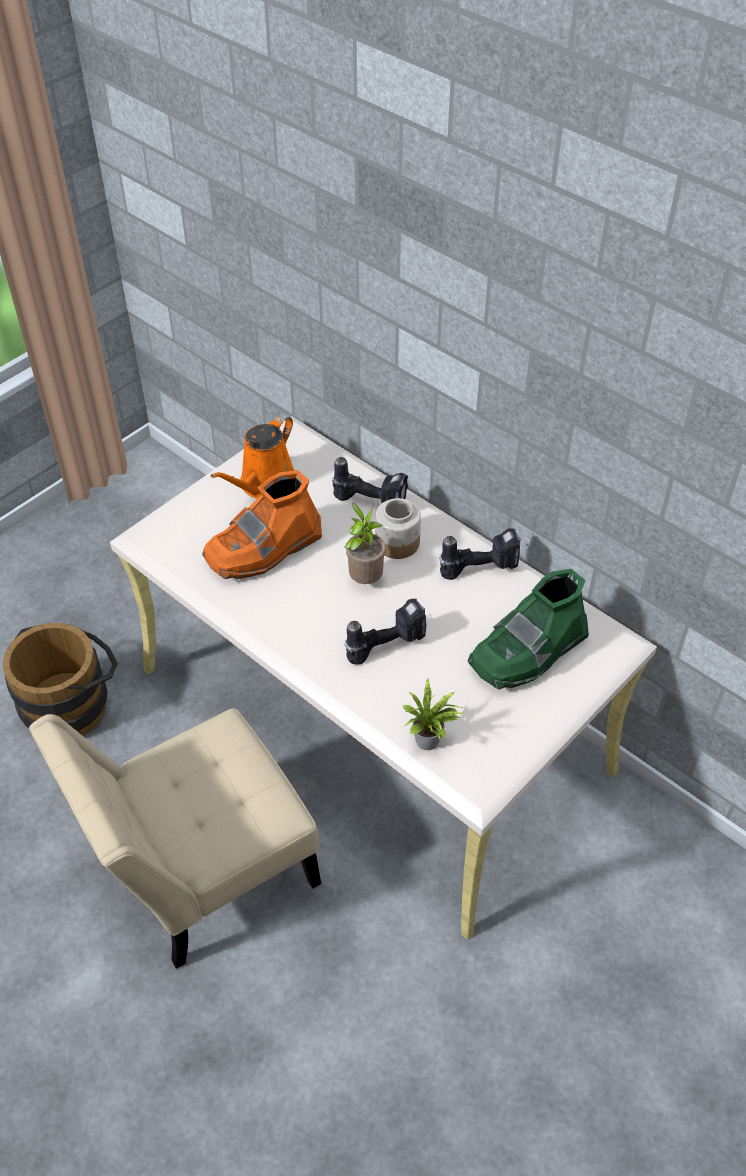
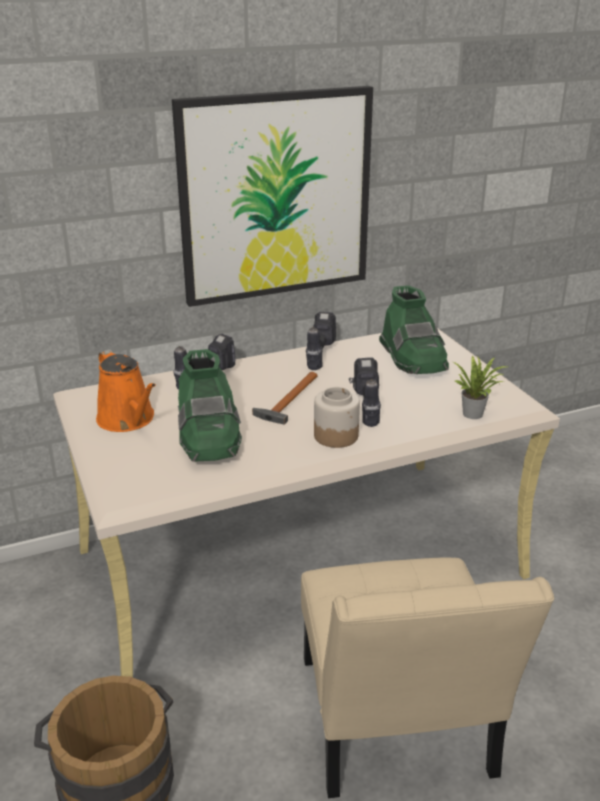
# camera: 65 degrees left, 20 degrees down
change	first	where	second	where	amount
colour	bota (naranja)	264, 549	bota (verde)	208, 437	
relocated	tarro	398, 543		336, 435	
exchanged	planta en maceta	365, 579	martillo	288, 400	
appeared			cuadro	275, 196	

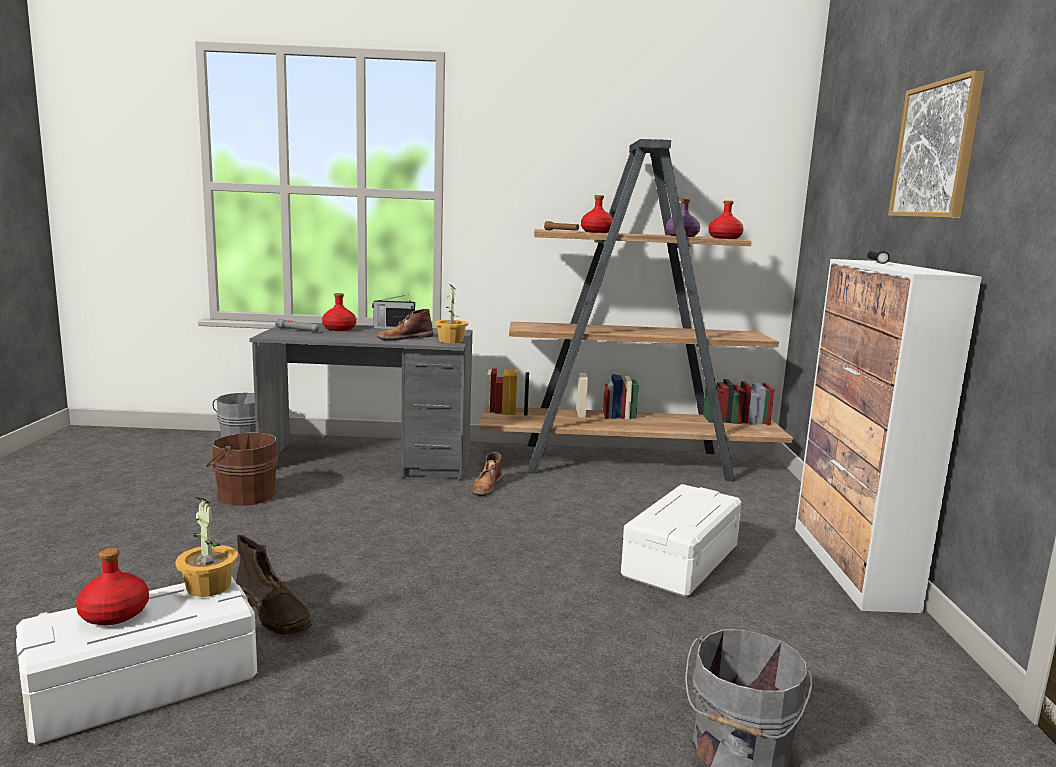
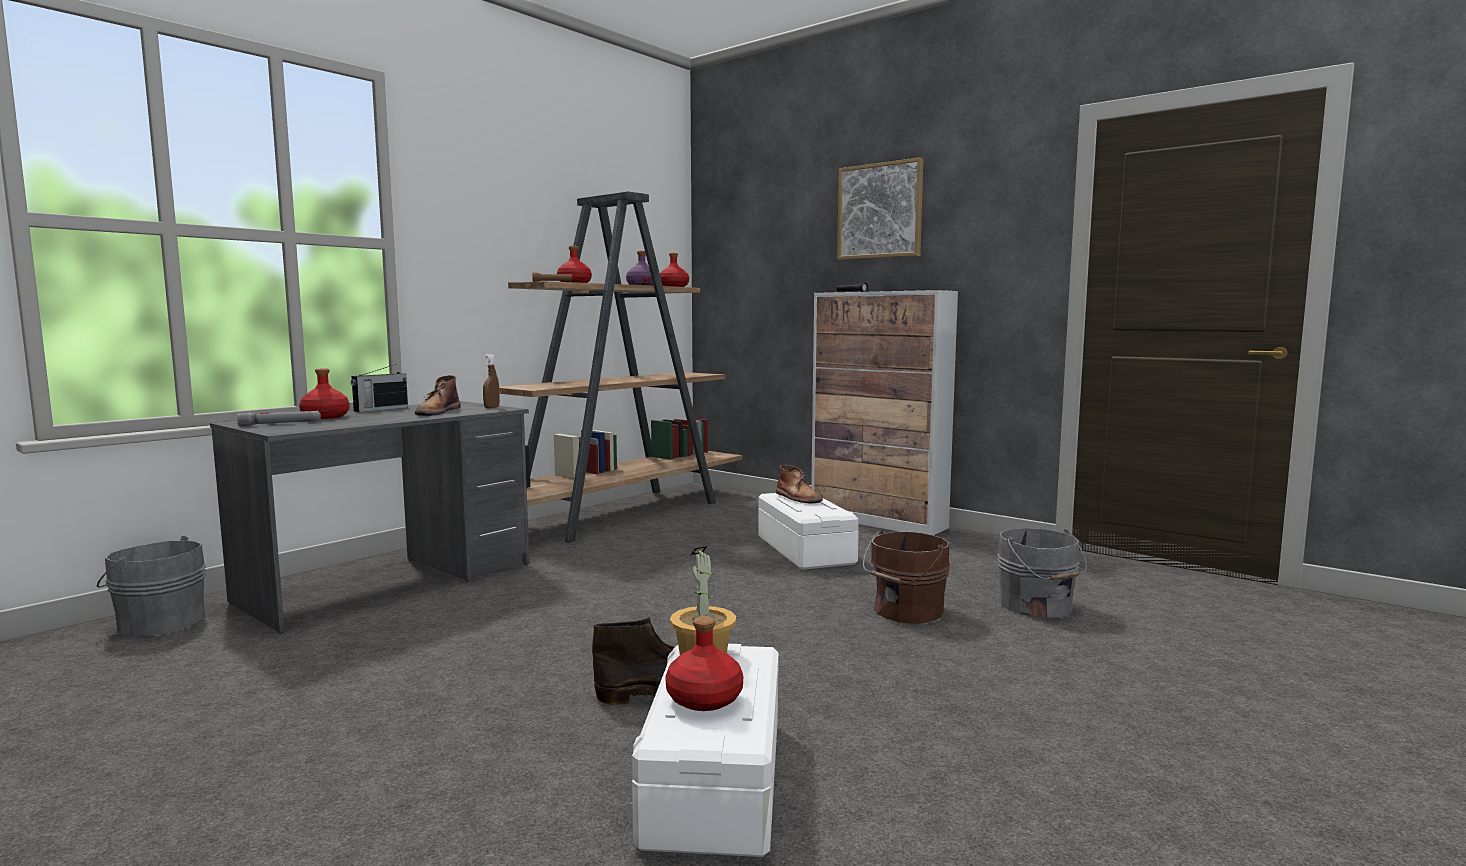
# camera: 50 degrees left, 5 degrees down
change	first	where	second	where	amount
exchanged	planta en maceta	450, 341	pulverizador (marrón)	491, 407	
relocated	cubo (marrón)	244, 495		905, 611	
relocated	bota (marrón)	486, 486		798, 498	

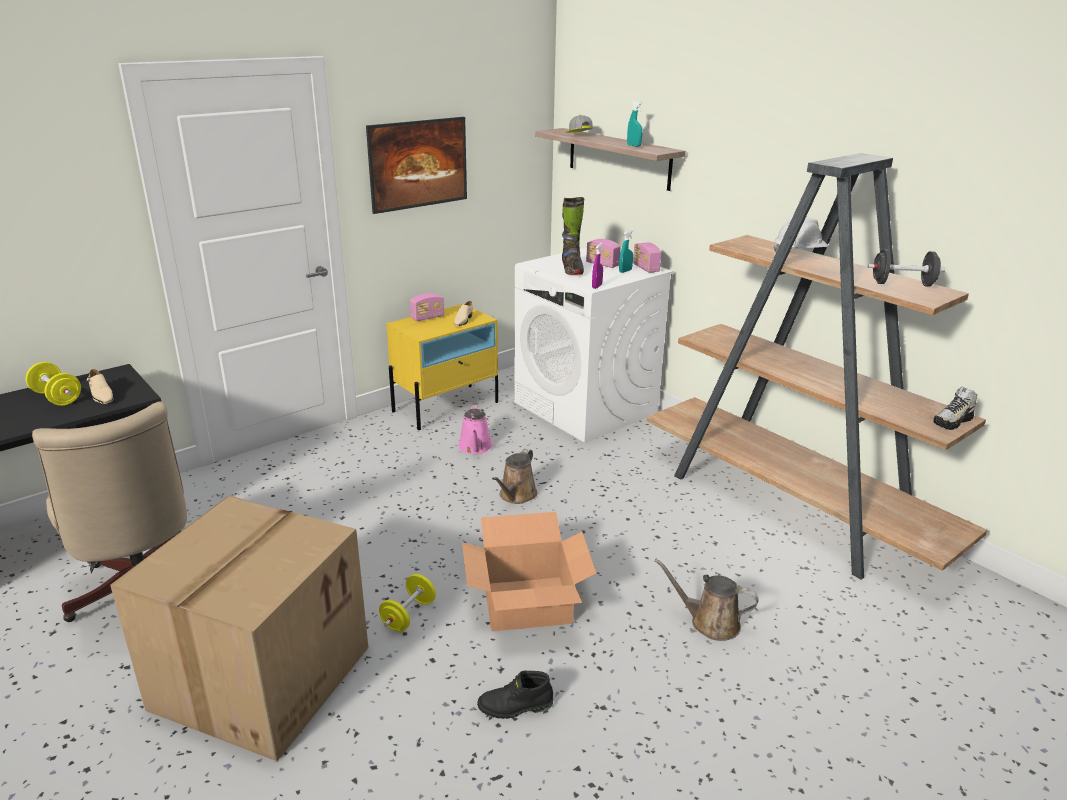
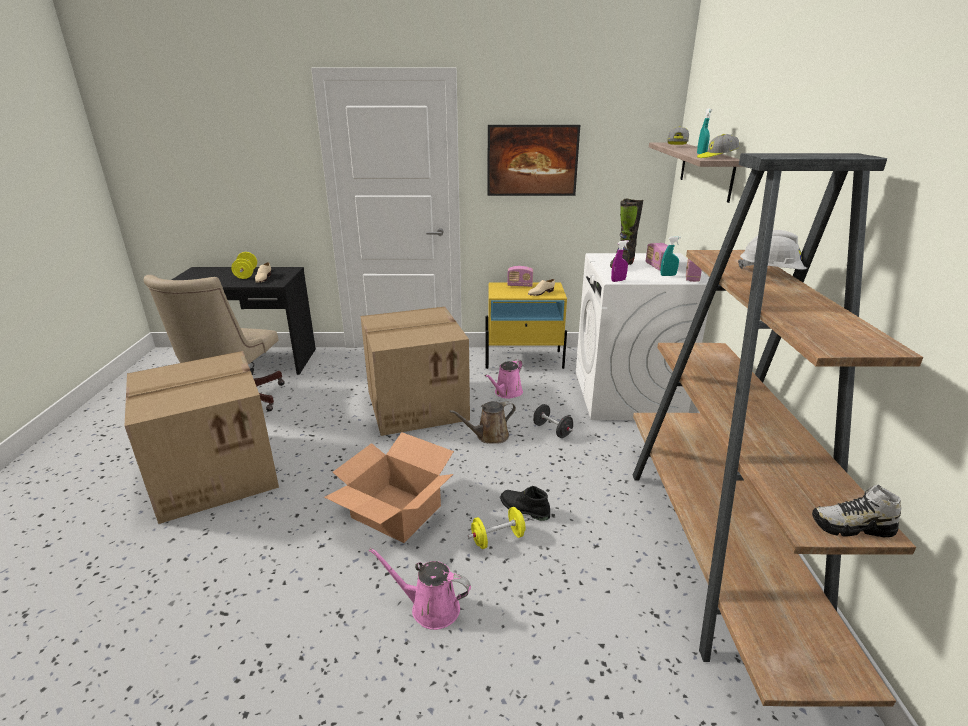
# camera: 40 degrees right, 0 degrees up
change	first	where	second	where	amount
relocated	mancuerna (negro)	902, 284		552, 430	
missing	regadera (marrón)	710, 623			
relocated	mancuerna (amarillo)	408, 615		498, 539	
relocated	bota (negro)	515, 707		524, 509	
appeared			gorra	716, 157	
appeared			caja de cartón	418, 404	
appeared			regadera (rosa)	430, 607	

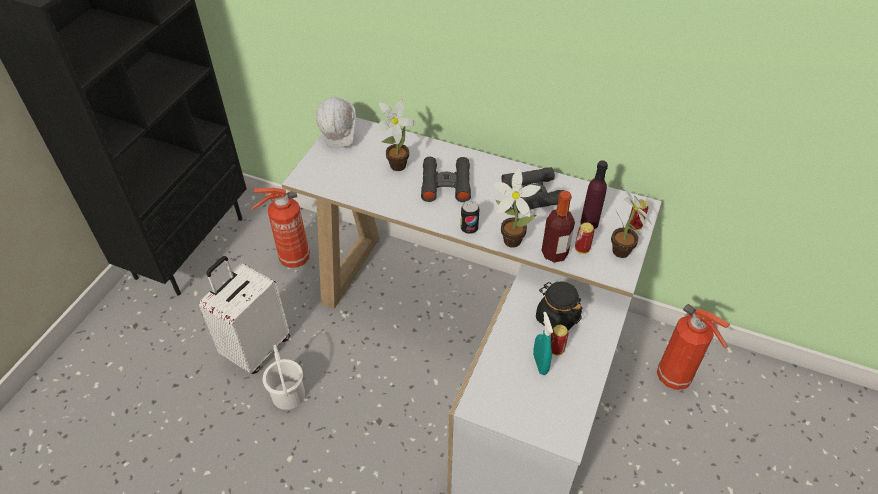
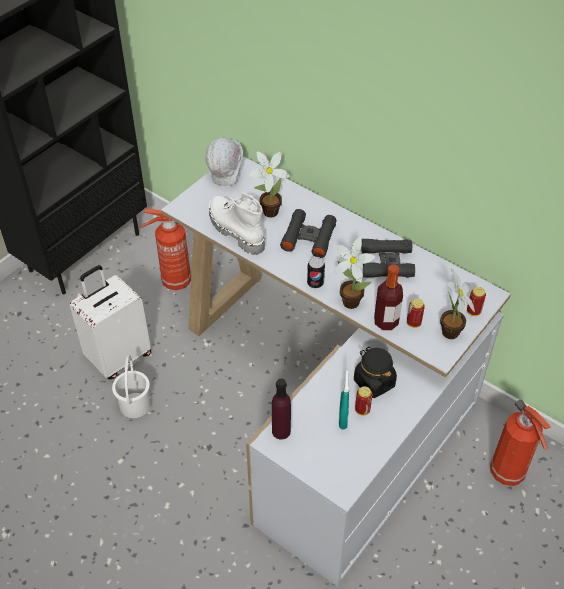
# camera: 15 degrees right, 0 degrees up
change	first	where	second	where	amount
relocated	botella (morado)	589, 223		281, 431	
appeared			bota (blanco)	235, 231	

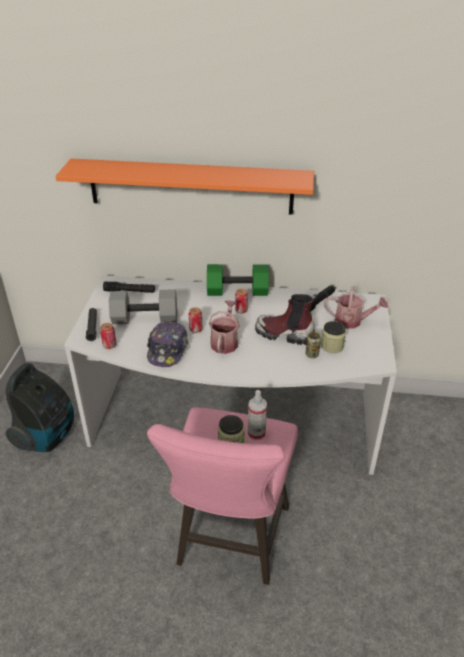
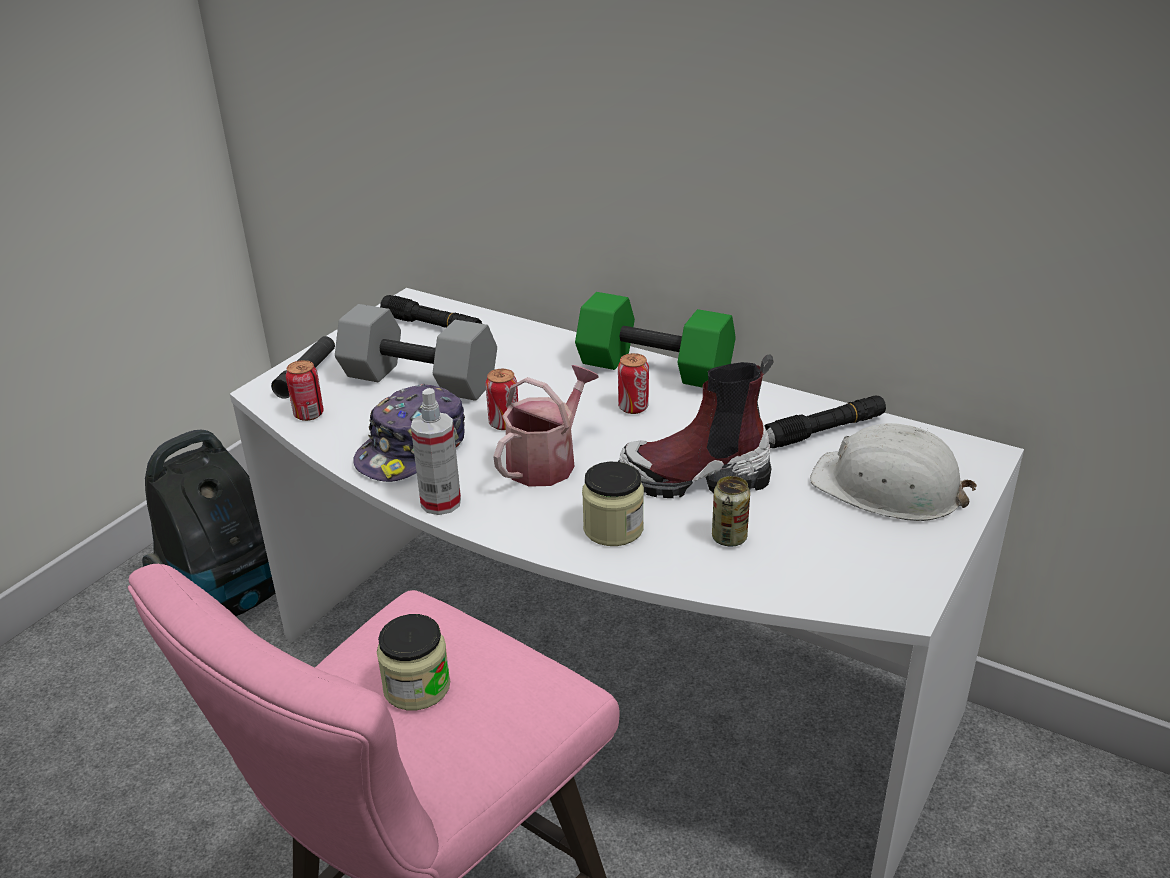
# camera: 25 degrees right, 5 degrees down
change	first	where	second	where	amount
missing	estante (naranja)	190, 186			
exchanged	regadera	352, 321	casco (blanco)	888, 488	
spun	bota	284, 334		695, 478	45 degrees counterclockwise
relocated	tarro	332, 346		613, 528	
relocated	pulverizador	256, 433		441, 502	

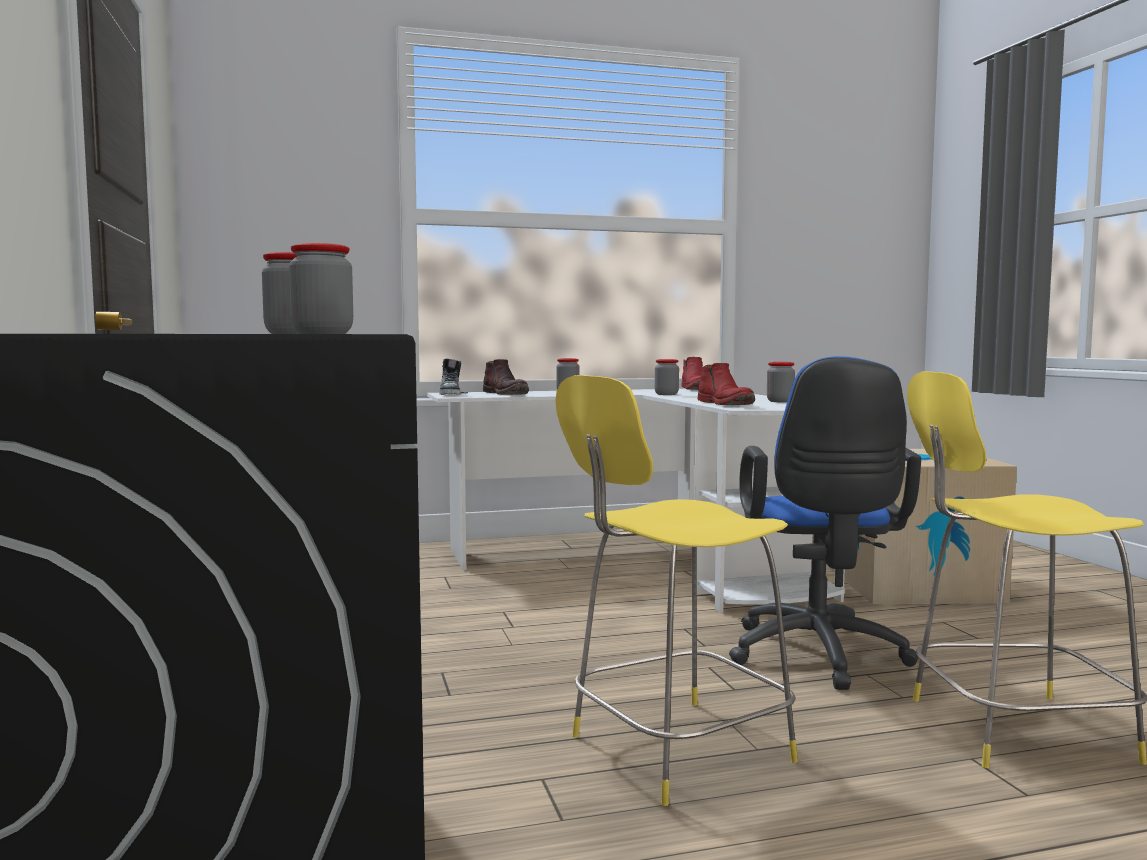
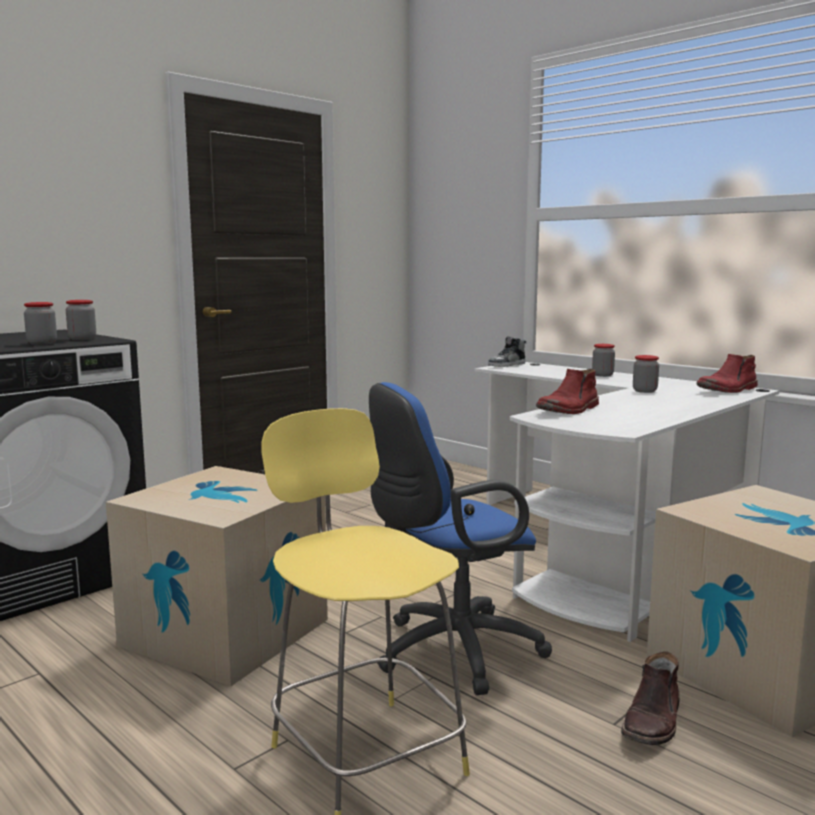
# camera: 60 degrees right, 5 degrees up
change	first	where	second	where	amount
relocated	bota (marrón)	506, 394		653, 721	
missing	tarro	780, 401			
exchanged	taburete (amarillo)	674, 750	caja de cartón	225, 632	

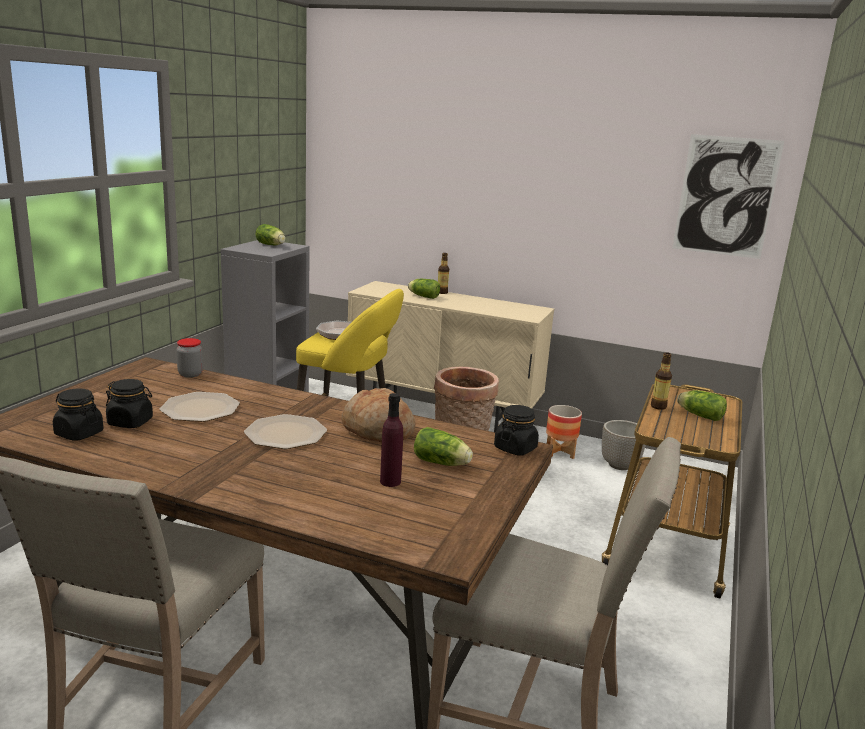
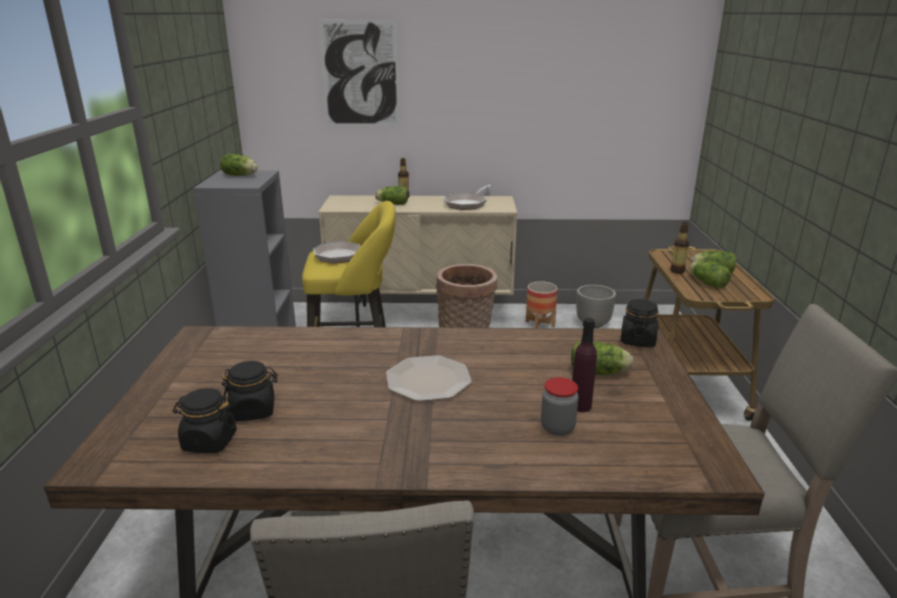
# camera: 20 degrees left, 5 degrees up
change	first	where	second	where	amount
relocated	cuadro	725, 196		360, 74	
relocated	tarro	190, 374		557, 428	
missing	pan	377, 430			
missing	plato	201, 408			
appeared			sartén	467, 204	
appeared			lechuga	706, 283	

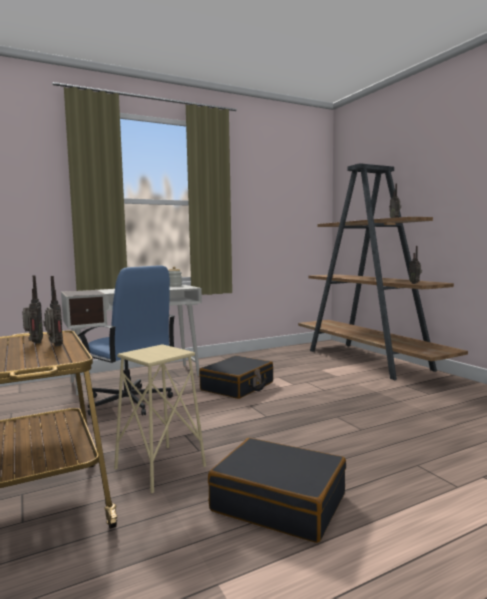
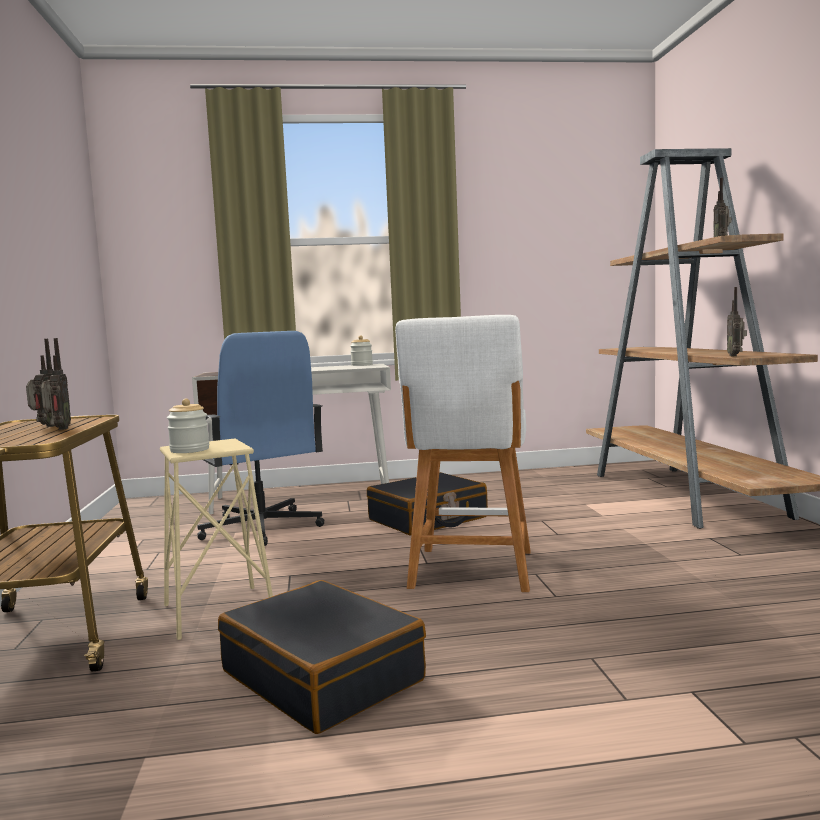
# camera: 20 degrees right, 0 degrees up
change	first	where	second	where	amount
appeared			taburete (blanco)	471, 572	
appeared			tarro	189, 450	

